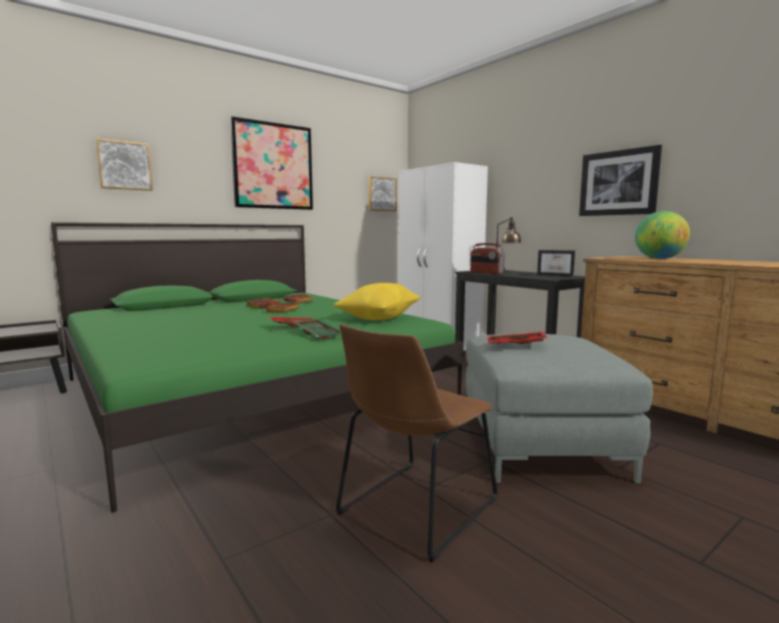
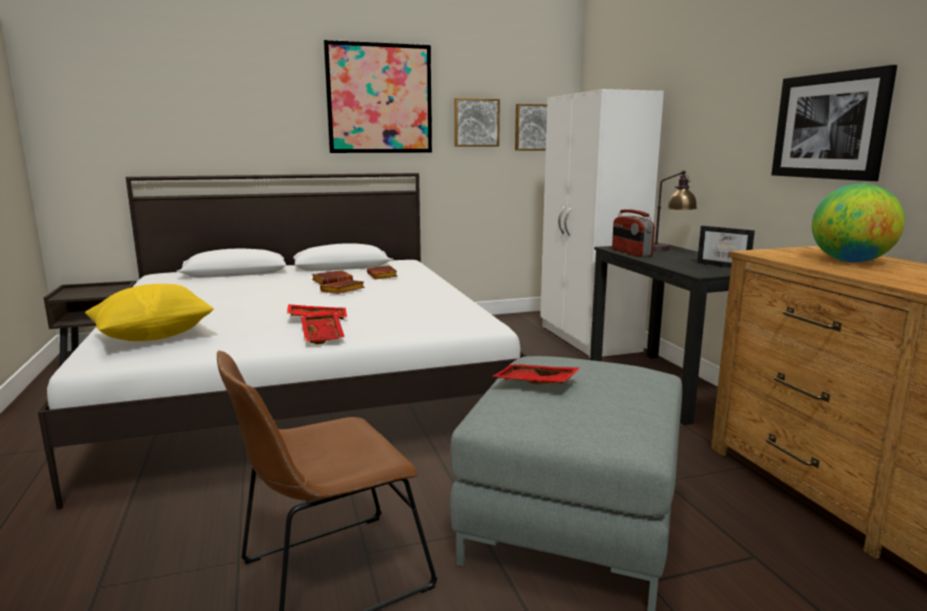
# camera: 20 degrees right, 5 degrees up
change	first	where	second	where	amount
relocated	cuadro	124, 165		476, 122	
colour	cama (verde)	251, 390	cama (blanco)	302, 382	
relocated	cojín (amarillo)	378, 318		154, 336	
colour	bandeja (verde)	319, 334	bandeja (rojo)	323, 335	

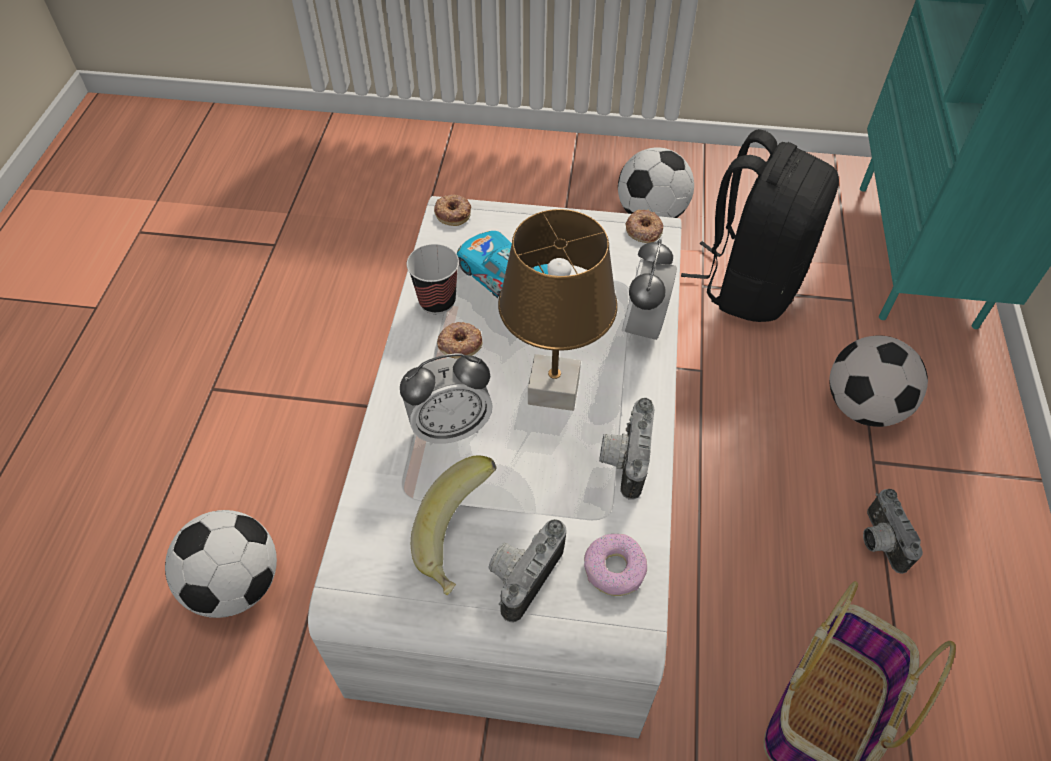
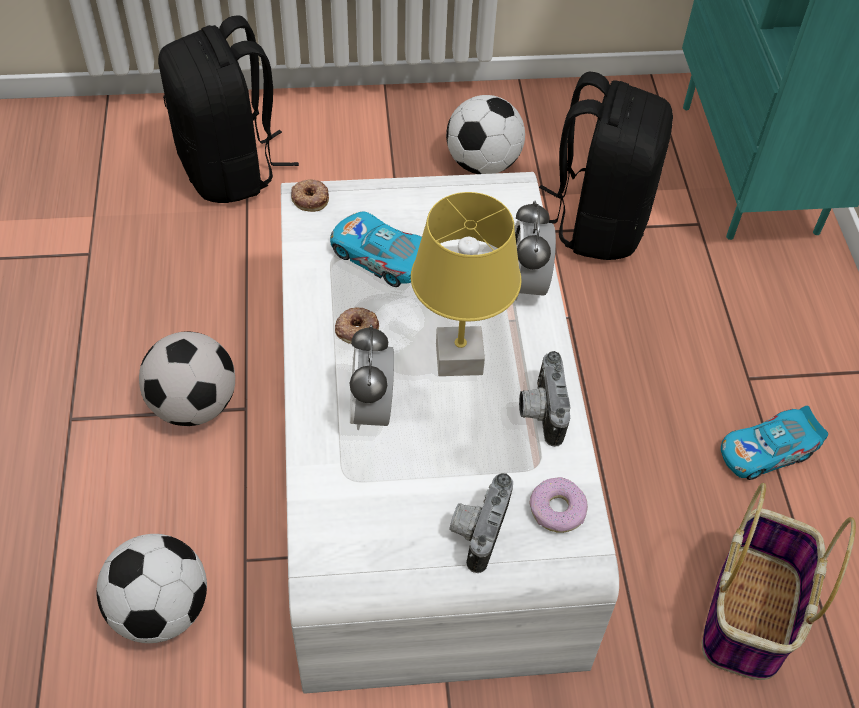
# camera: 15 degrees left, 0 degrees up
change	first	where	second	where	amount
colour	lámpara de mesa (marrón)	552, 391	lámpara de mesa (amarillo)	458, 359	
missing	rosquilla	643, 230			
missing	taza	437, 301			
relocated	balón de fútbol	863, 407		194, 405	
spun	despertador	450, 427		372, 410	120 degrees clockwise
missing	plátano	461, 540			
exchanged	cámara	878, 541	coche de juguete	767, 451	
appeared			mochila (negro)	230, 169	

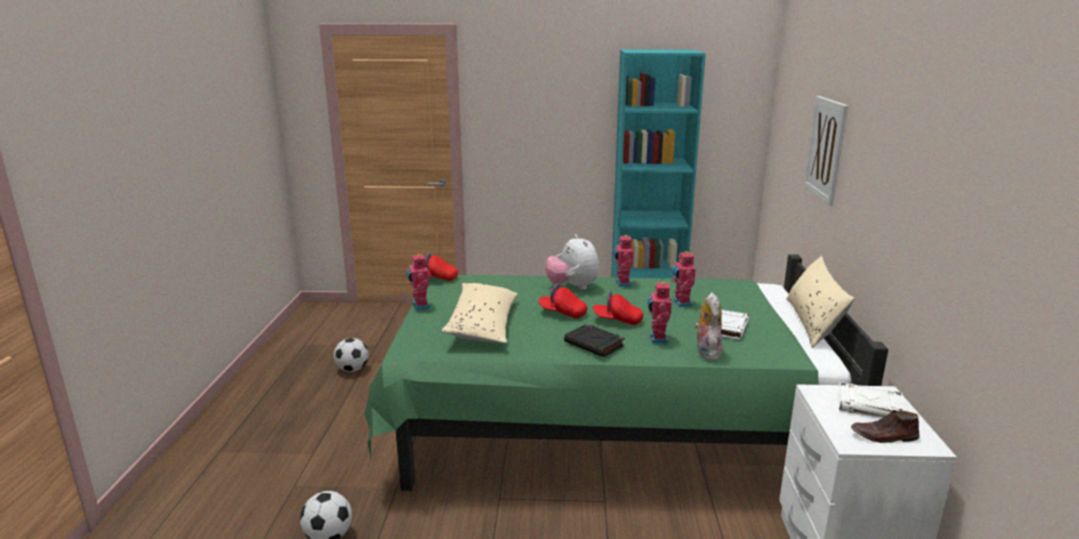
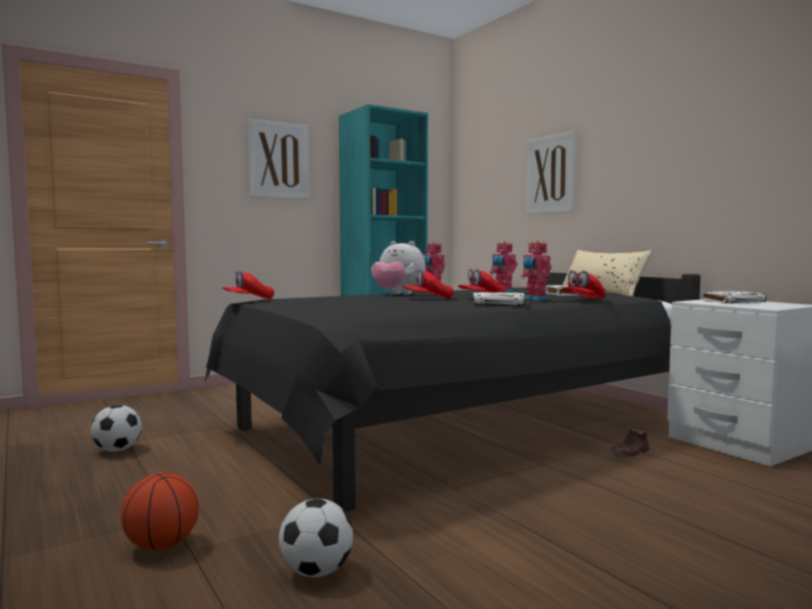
# camera: 35 degrees left, 15 degrees down
change	first	where	second	where	amount
colour	cama (verde)	601, 423	cama (negro)	456, 426	
missing	robot de juguete	420, 306			
missing	cojín (beis)	483, 324			
exchanged	peluche	706, 352	gorra (rojo)	583, 299	
colour	libro (negro)	594, 344	libro (blanco)	499, 303	
relocated	zapato (marrón)	884, 436		630, 452	
appeared			cuadro	279, 160	
appeared			balón de baloncesto	162, 545	

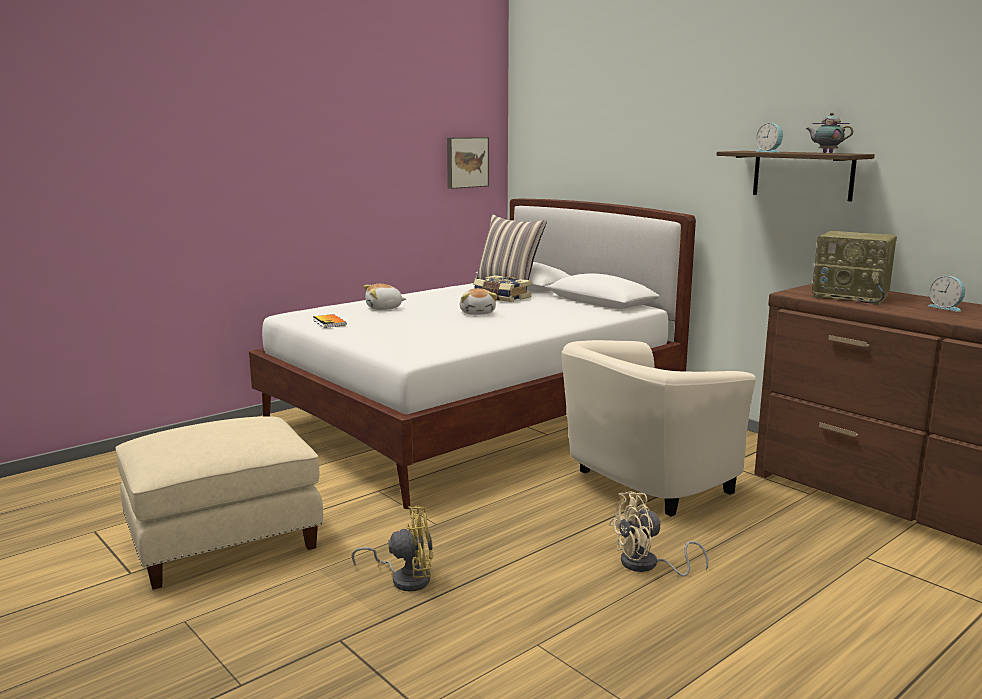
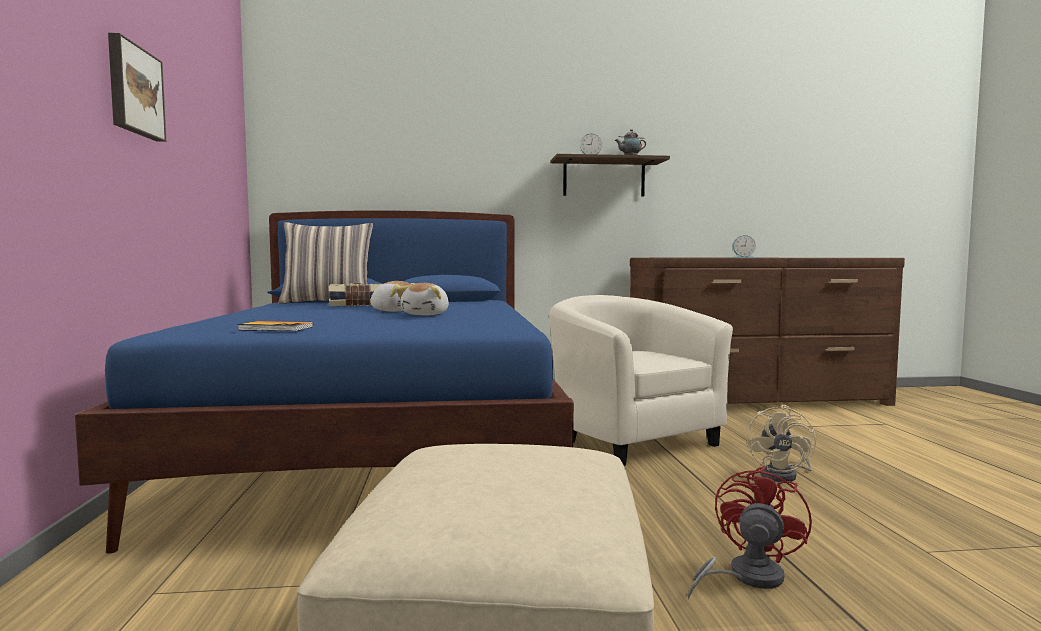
# camera: 55 degrees left, 10 degrees down
change	first	where	second	where	amount
relocated	cuadro	466, 162		133, 91	
colour	cama (blanco)	474, 419	cama (azul)	380, 448	
missing	radio	852, 296			
relocated	peluche	384, 308		427, 314	
spun	sillón (beis)	641, 485		630, 439	150 degrees clockwise
colour	ventilador (amarillo)	405, 578	ventilador (rojo)	746, 577	

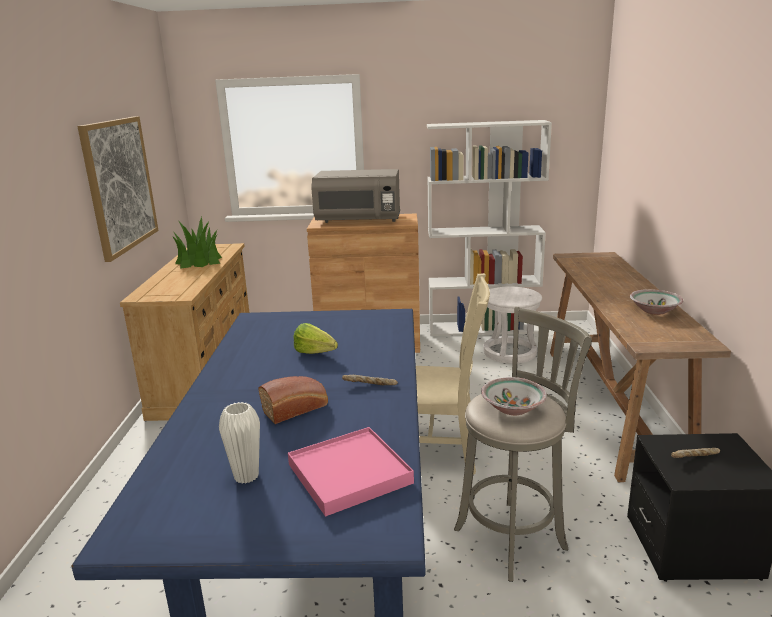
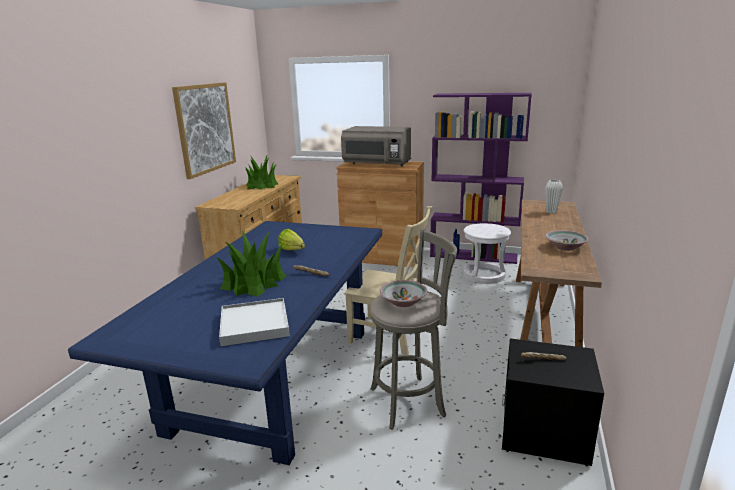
# camera: 15 degrees right, 0 degrees up
change	first	where	second	where	amount
colour	estantería (blanco)	483, 328	estantería (morado)	474, 255	
exchanged	pan	296, 409	planta en maceta	253, 283	
relocated	florero (blanco)	246, 476		551, 212	
colour	bandeja (rosa)	349, 473	bandeja (blanco)	255, 324	

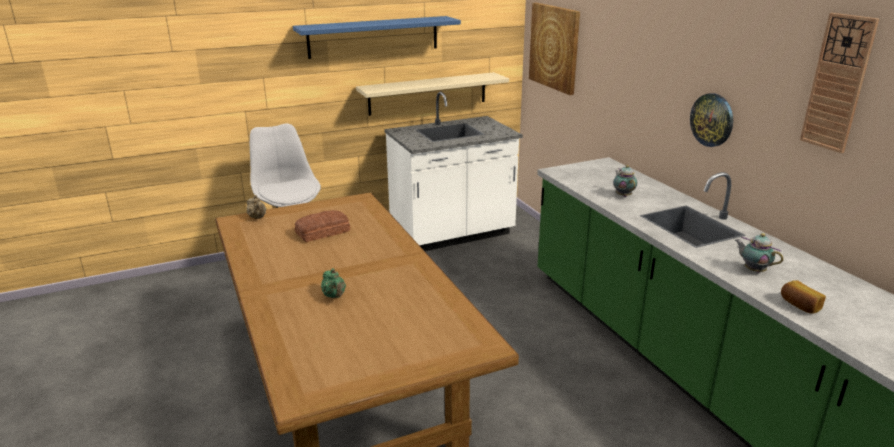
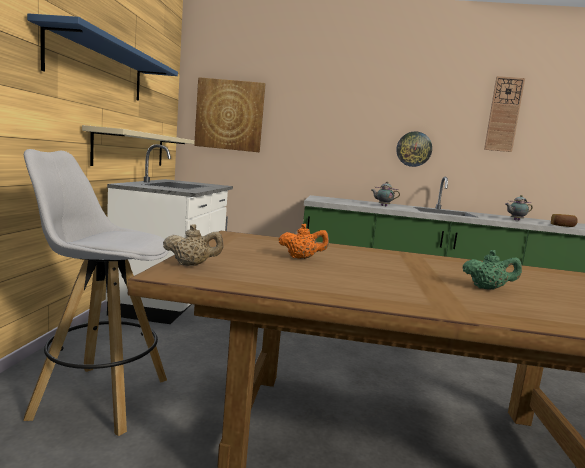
# camera: 60 degrees left, 15 degrees down
change	first	where	second	where	amount
exchanged	pan	323, 232	tetera (naranja)	301, 258	

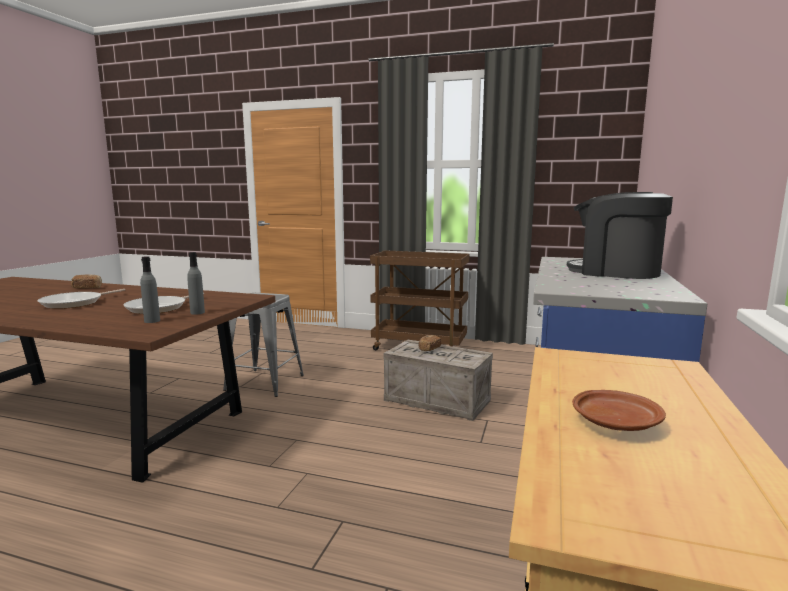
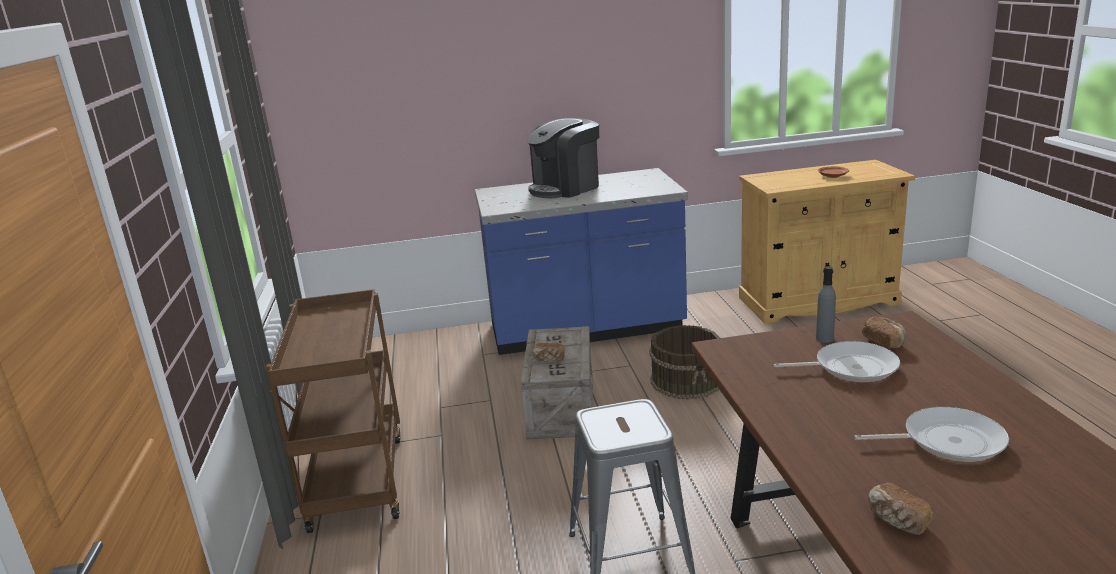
# camera: 115 degrees left, 10 degrees up
change	first	where	second	where	amount
spun	cafetera	615, 272		565, 188	45 degrees clockwise
exchanged	botella (gris)	152, 321	pan	884, 341	
appeared			cubo (marrón)	687, 381	

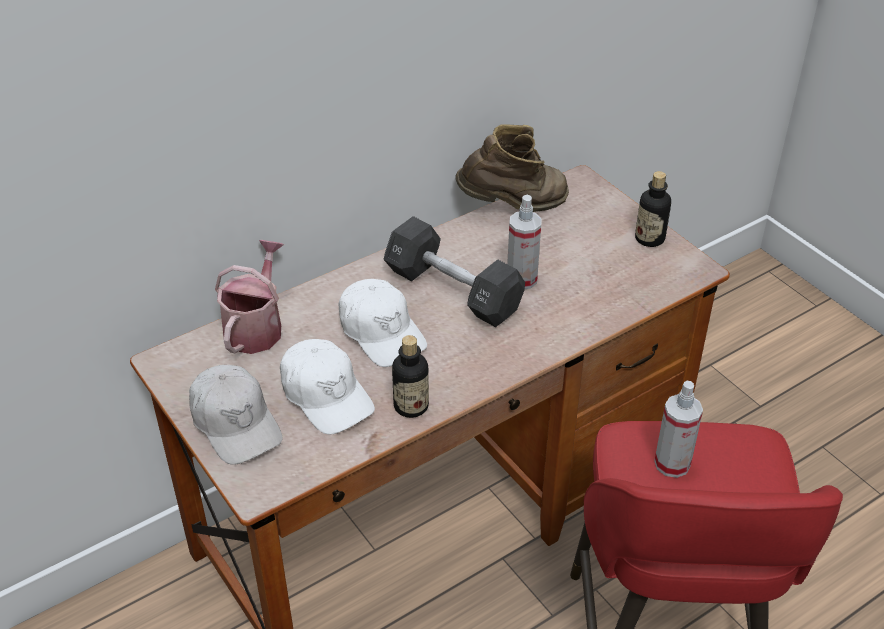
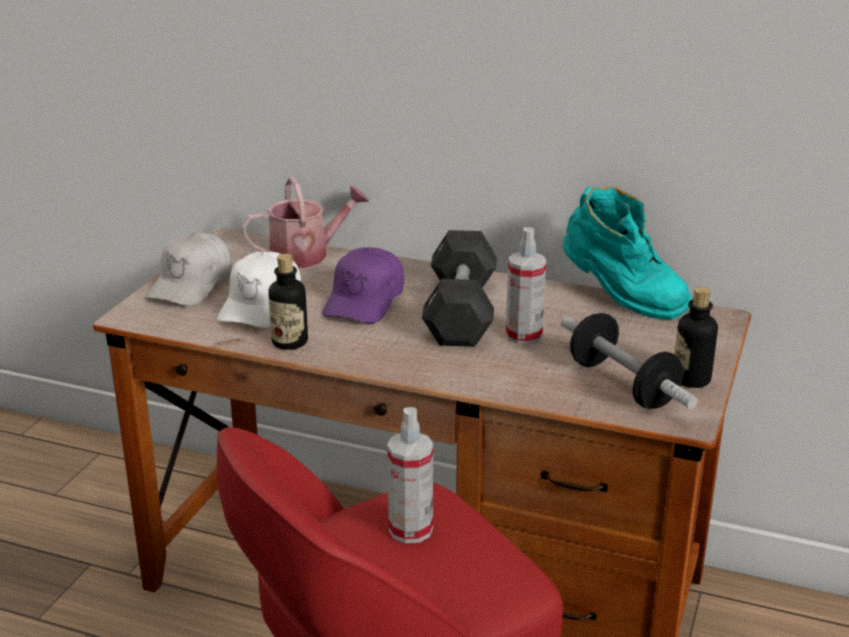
# camera: 55 degrees right, 15 degrees down
change	first	where	second	where	amount
colour	bota (marrón)	514, 207	bota (turquesa)	620, 300	
colour	gorra (blanco)	381, 332	gorra (morado)	365, 301	
appeared			mancuerna	623, 385	

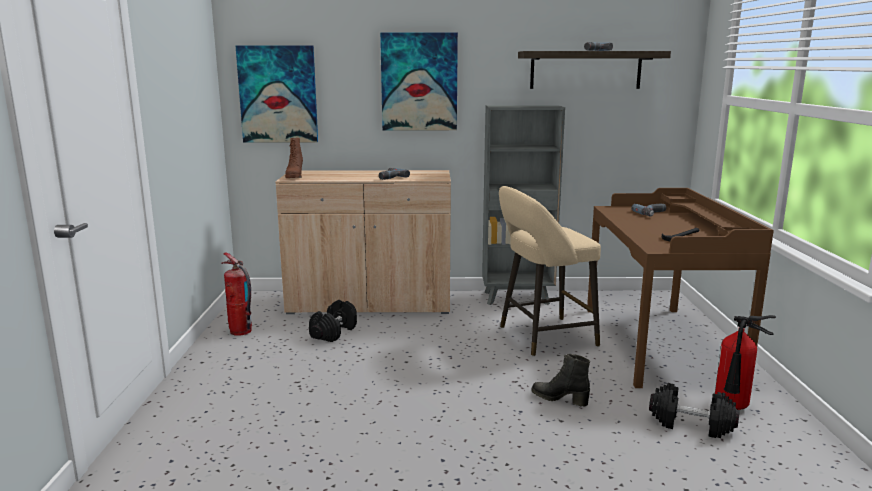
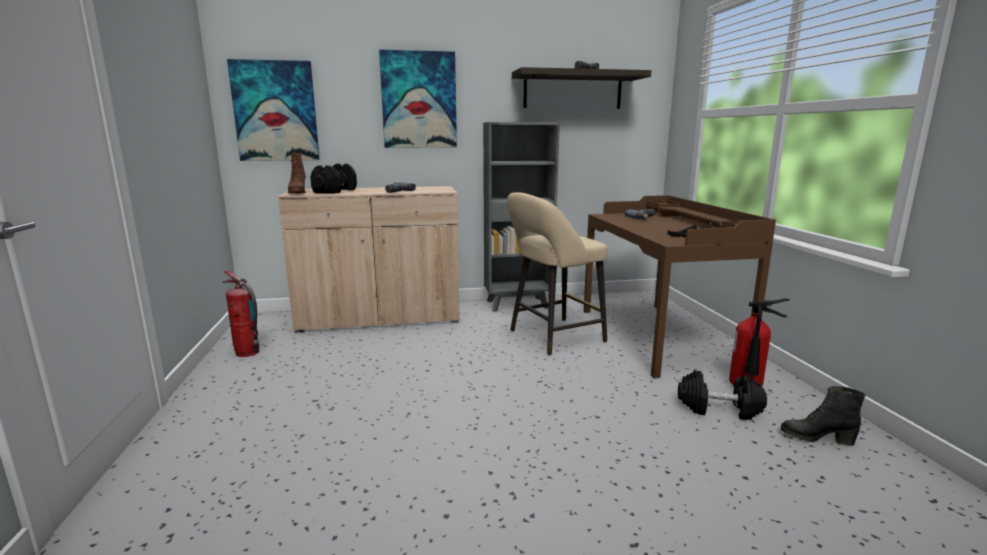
# camera: 10 degrees left, 0 degrees up
change	first	where	second	where	amount
relocated	mancuerna (negro)	334, 332		335, 191	
relocated	bota (negro)	559, 399		816, 438	

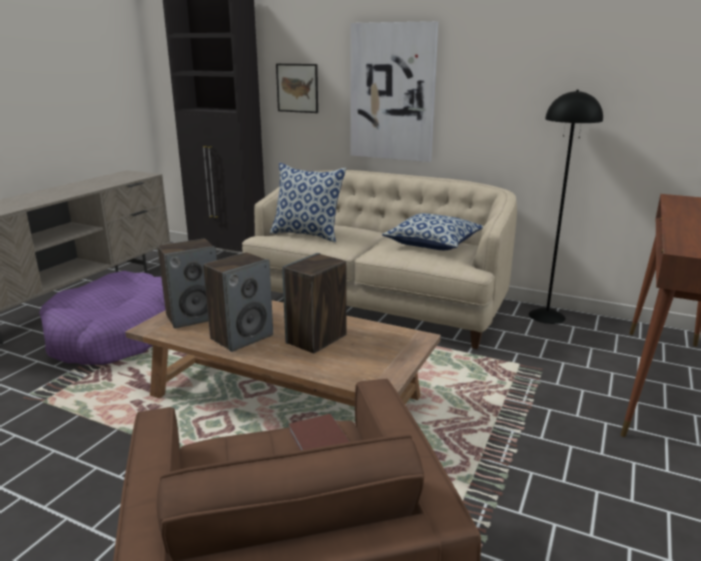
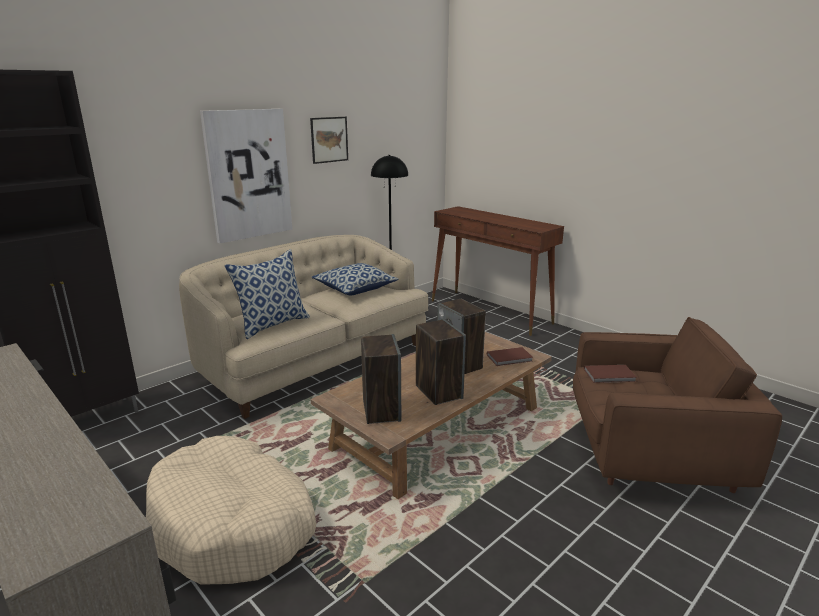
# camera: 70 degrees left, 0 degrees up
change	first	where	second	where	amount
relocated	cuadro	297, 88		329, 139	
colour	cama para perro (morado)	115, 335	cama para perro (beis)	233, 525	
appeared			libro (marrón)	510, 358	

